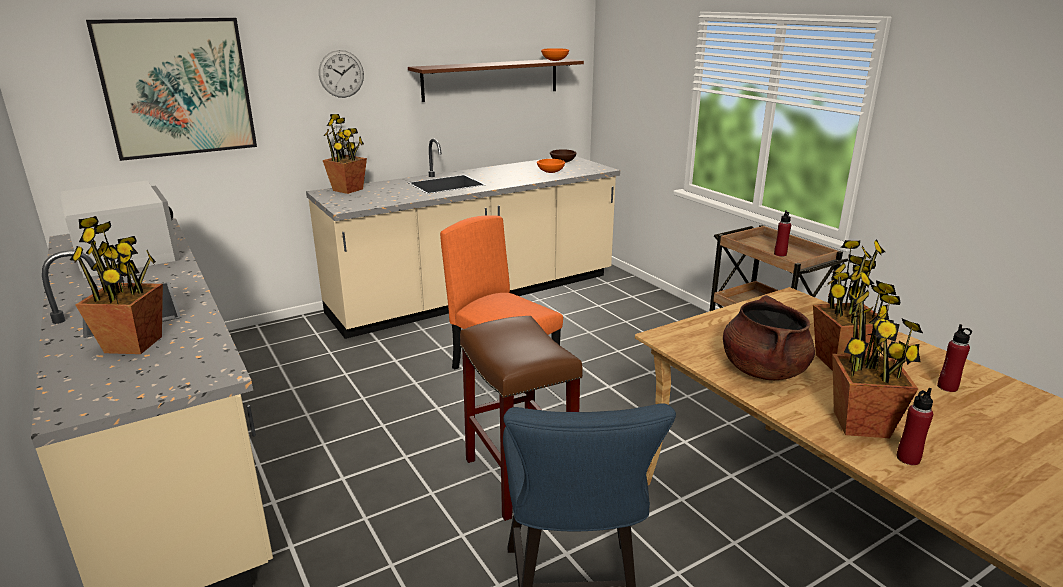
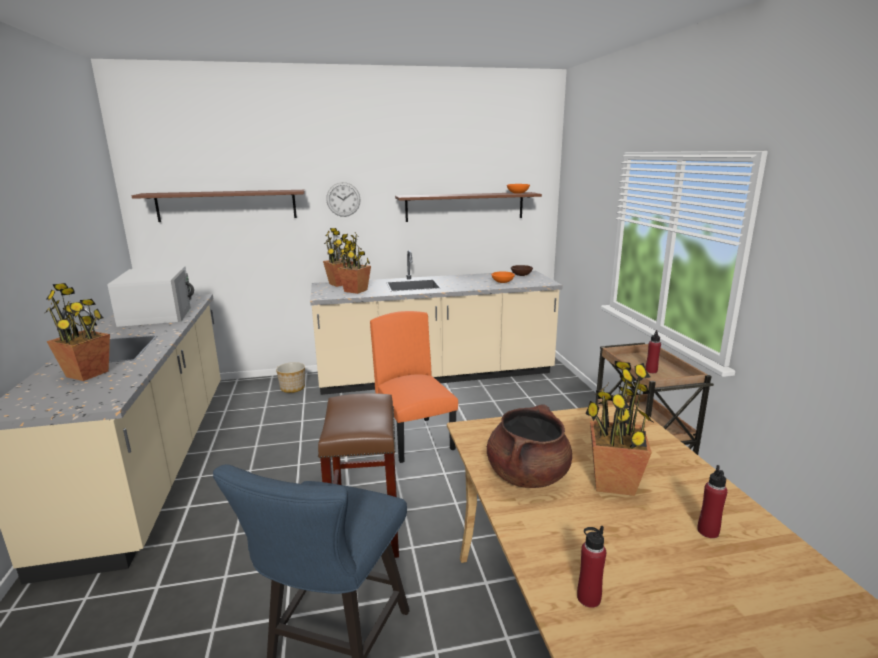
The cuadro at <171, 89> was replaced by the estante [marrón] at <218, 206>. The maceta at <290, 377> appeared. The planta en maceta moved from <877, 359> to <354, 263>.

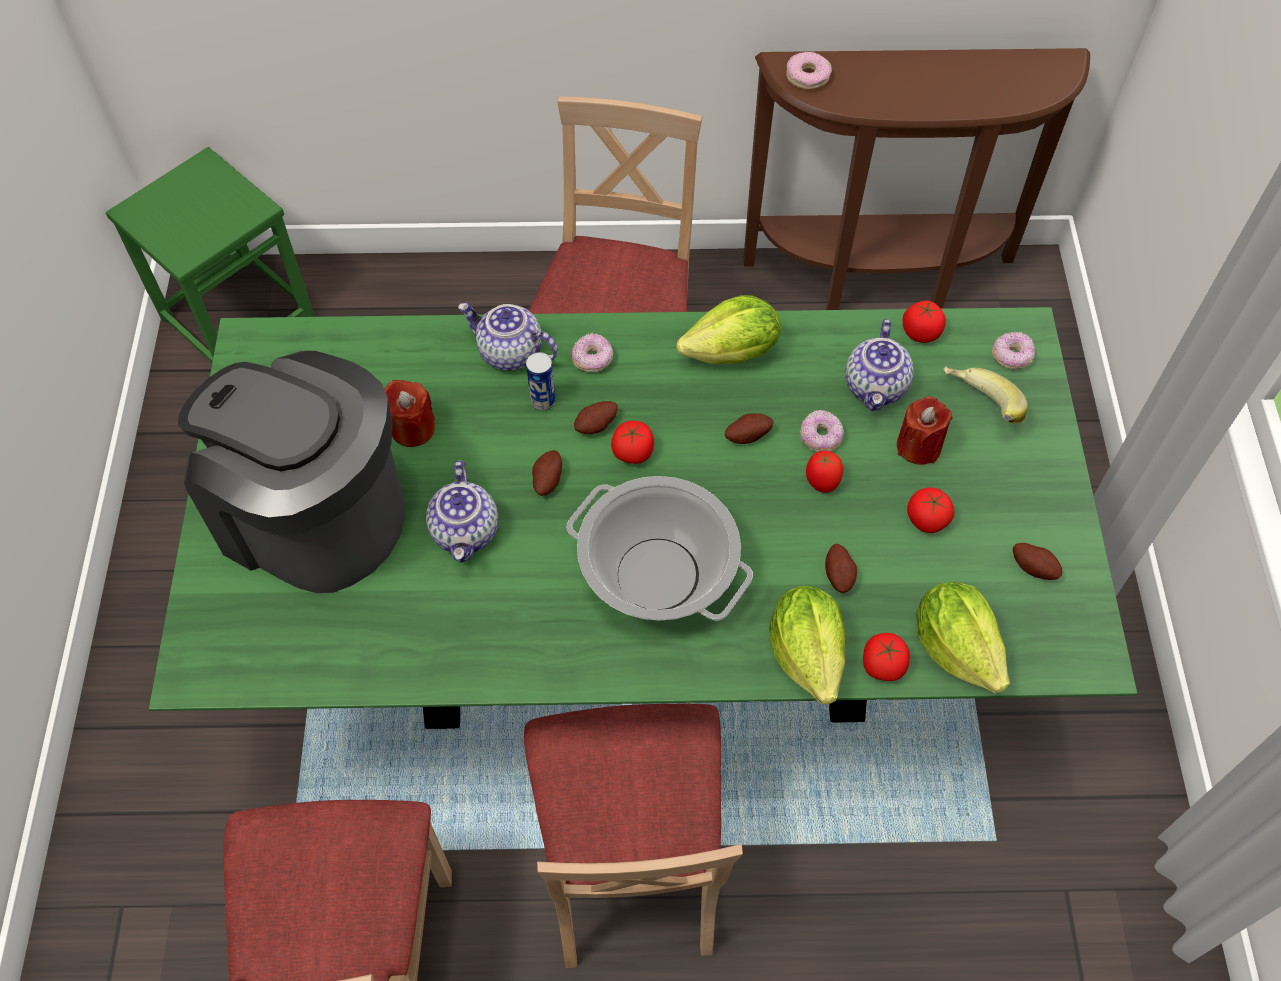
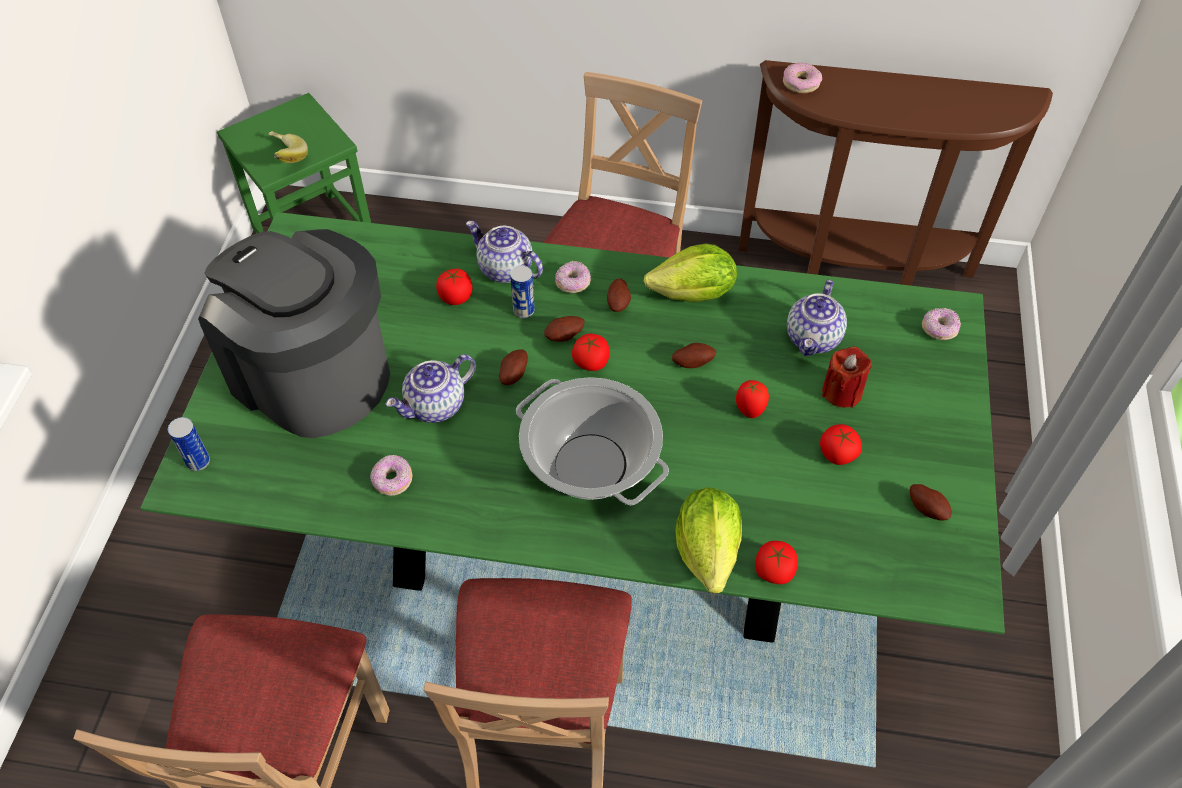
The lata at <189, 444> appeared. The plátano moved from <985, 395> to <288, 147>. The rosquilla moved from <822, 431> to <391, 475>. The tetera at <462, 511> turned 45 degrees clockwise. The tomate moved from <924, 322> to <454, 287>. The patata moved from <841, 568> to <619, 295>. The vela [rojo] at <409, 413> disappeared. The lechuga at <963, 637> disappeared.

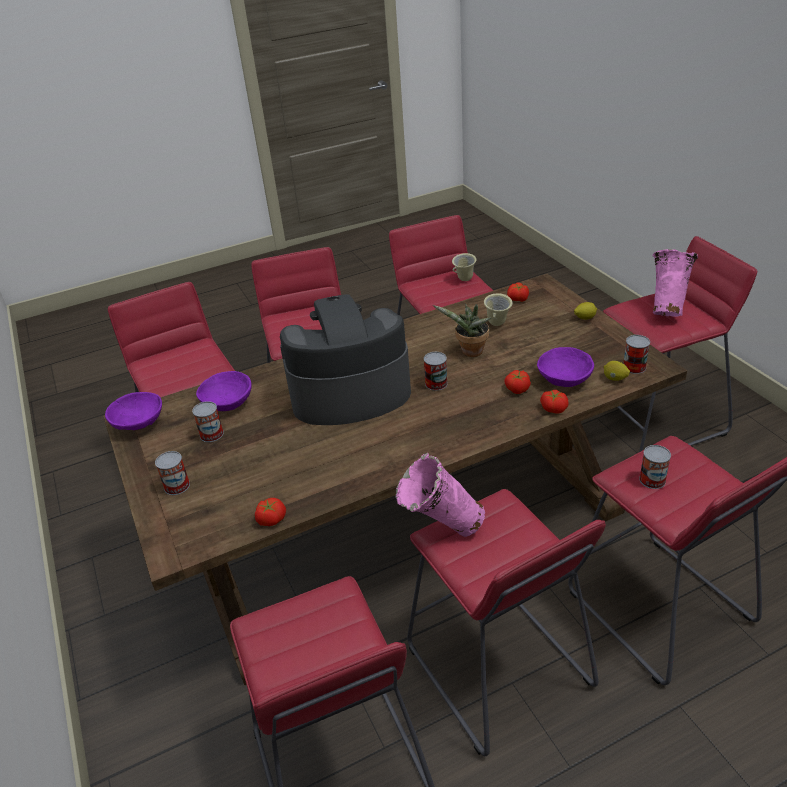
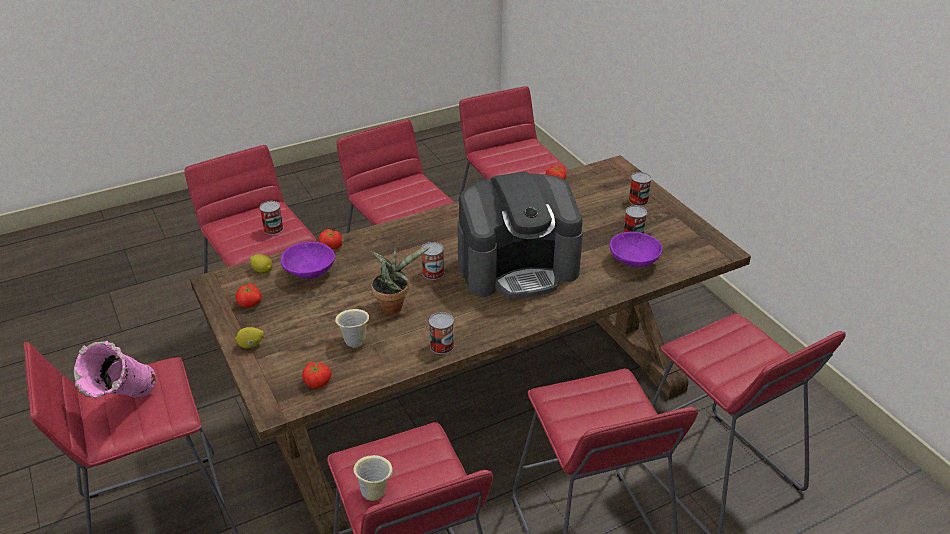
The tomate moved from <517, 382> to <248, 295>. The lata moved from <636, 354> to <441, 333>. The cuenco [morado] at <133, 411> disappeared. The florero [rosa] at <440, 495> disappeared.

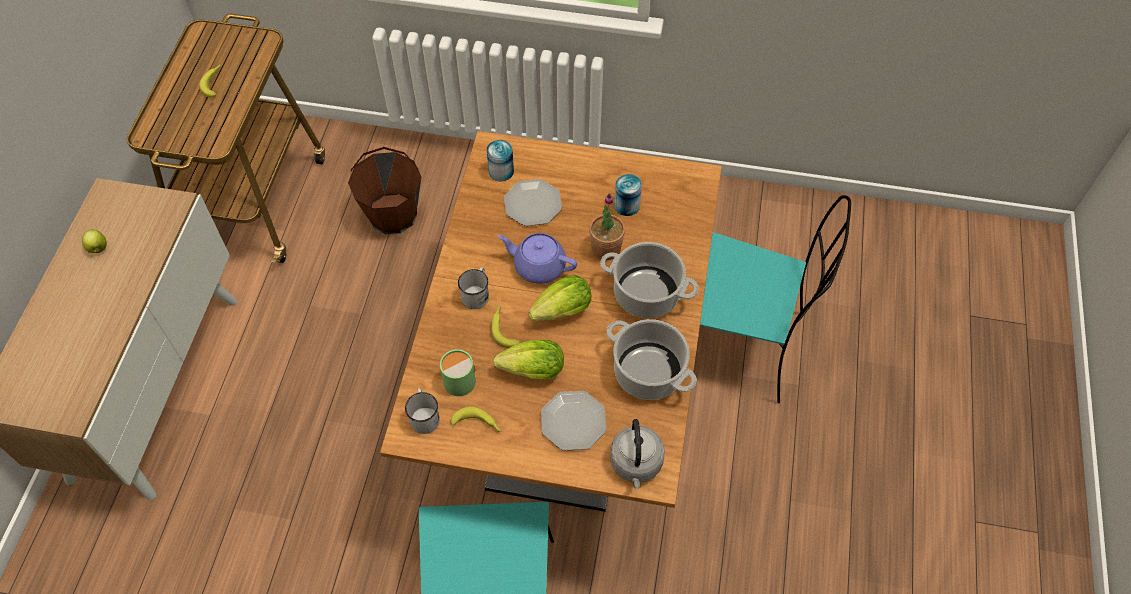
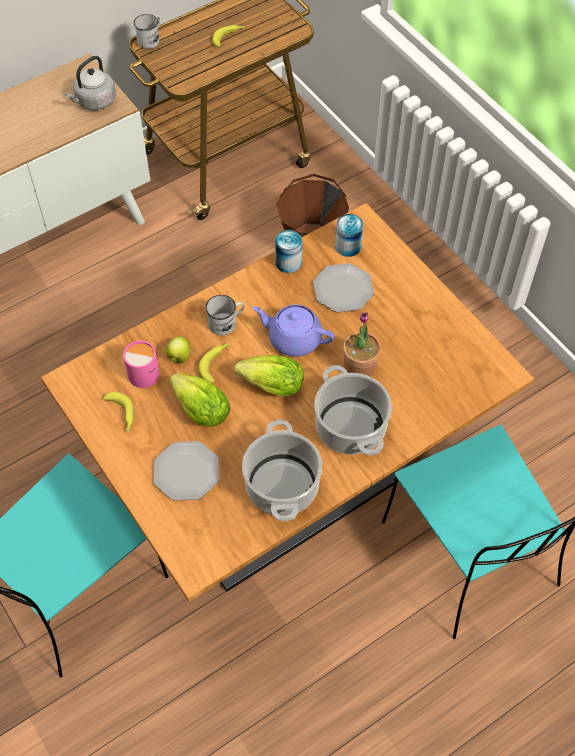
The hervidor [gris] moved from <637, 454> to <90, 83>. The taza grande [verde] at <458, 372> became the taza grande [rosa] at <141, 364>. The taza grande [blanco] moved from <422, 411> to <147, 31>. The manzana moved from <94, 241> to <178, 349>. The tetera [morado] at <537, 258> turned 45 degrees counterclockwise. The lata moved from <628, 195> to <288, 251>.

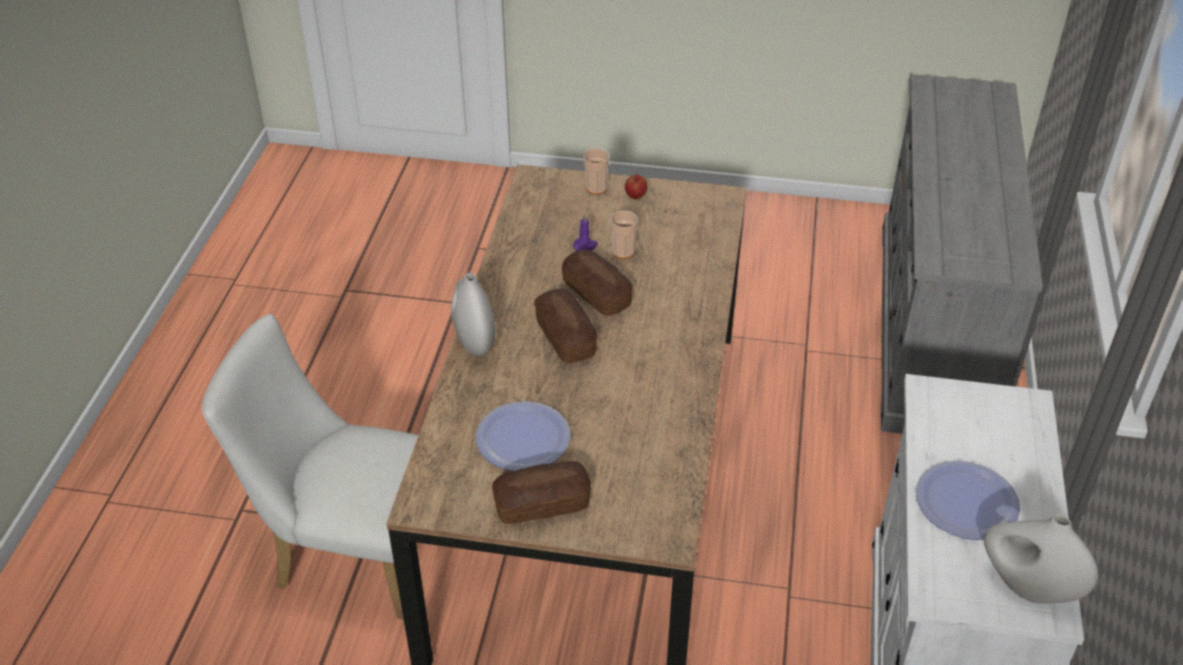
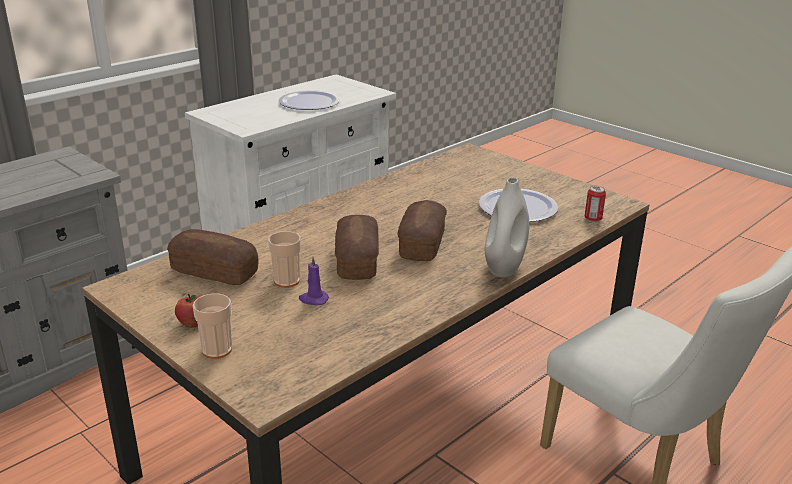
The pan moved from <541, 492> to <213, 257>. The lata at <595, 204> appeared. The florero [blanco] at <1041, 559> disappeared.

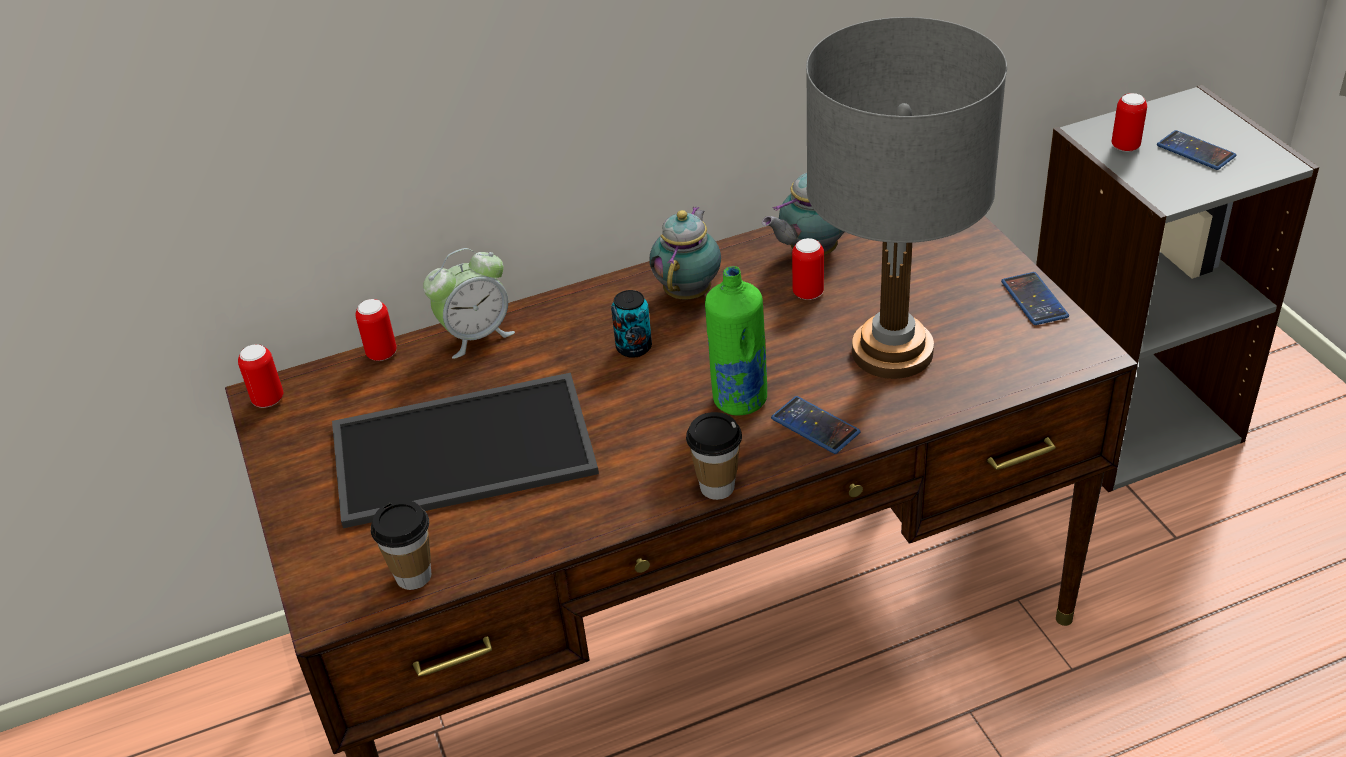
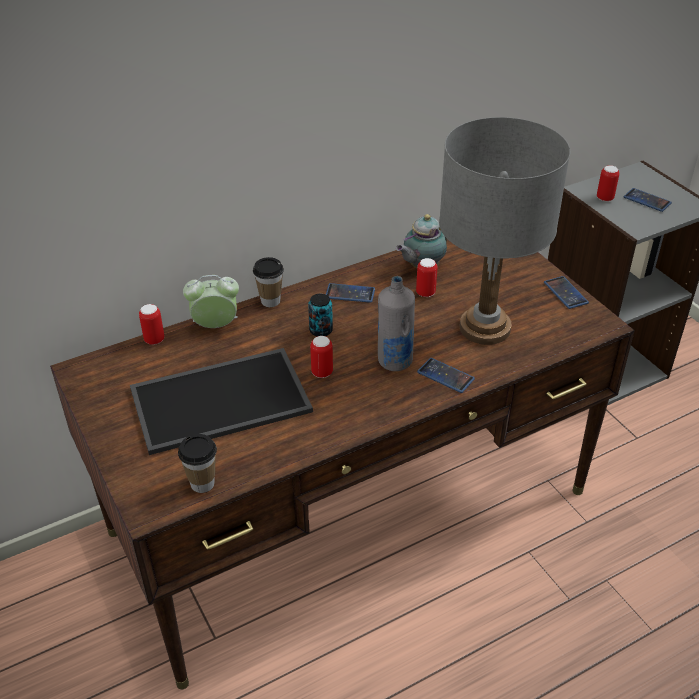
The despertador at <469, 303> turned 150 degrees counterclockwise. The taza moved from <714, 456> to <268, 282>. The lata moved from <260, 376> to <321, 357>. The tetera at <685, 253> was replaced by the móvil at <350, 293>. The botella [verde] at <736, 340> became the botella [gris] at <396, 323>.

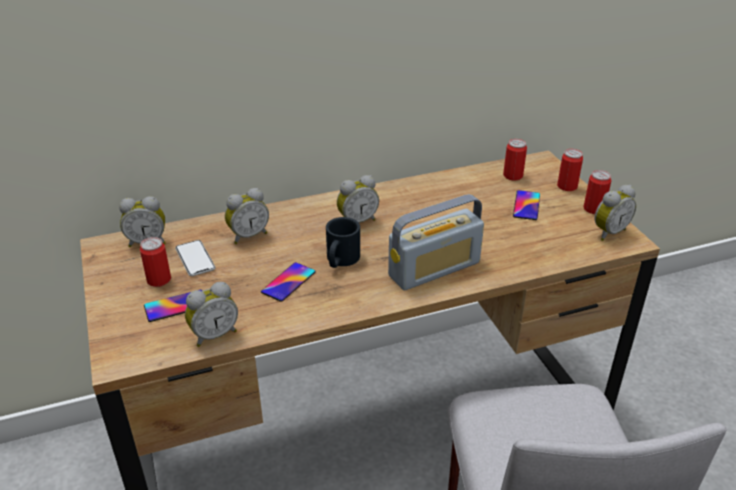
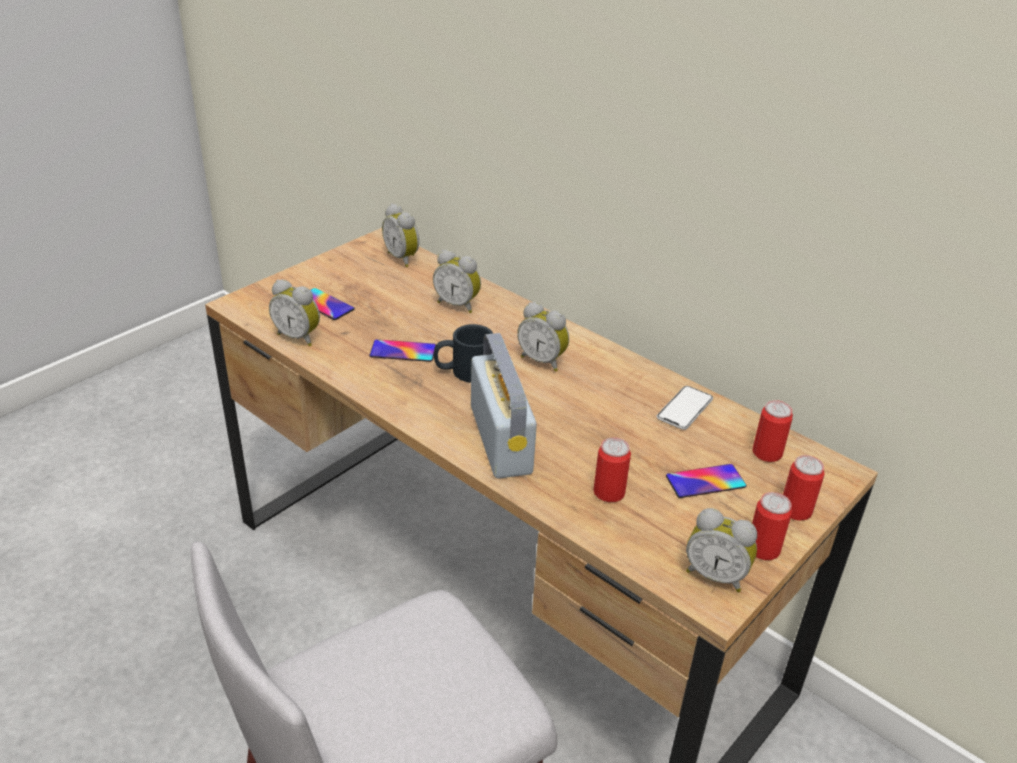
The radio at <436, 242> turned 135 degrees counterclockwise. The lata moved from <155, 262> to <612, 469>. The móvil moved from <195, 258> to <684, 408>.

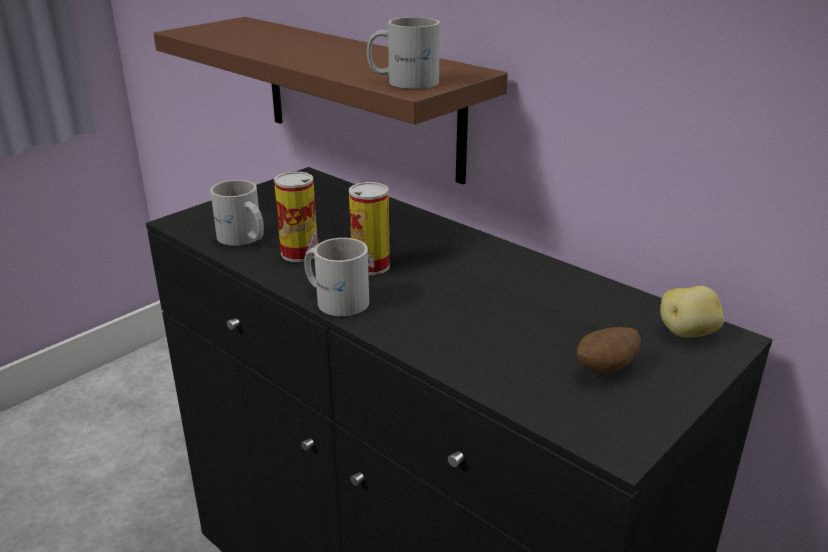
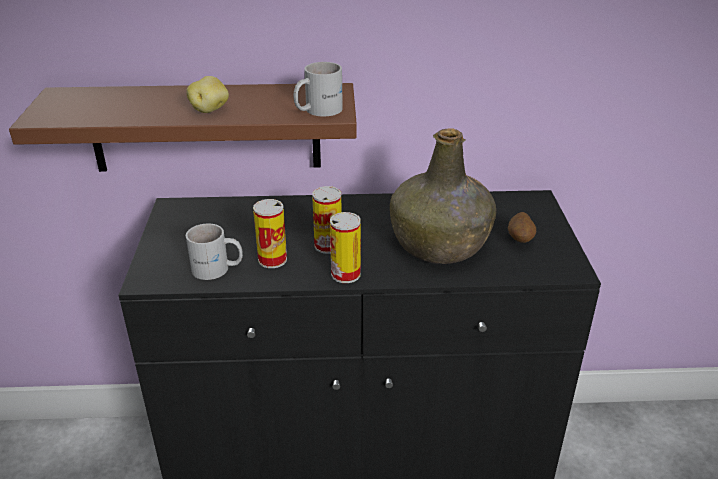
The patata moved from <692, 312> to <207, 94>. The taza grande [blanco] at <336, 277> was replaced by the lata at <345, 247>. The botella [verde] at <443, 196> appeared.

